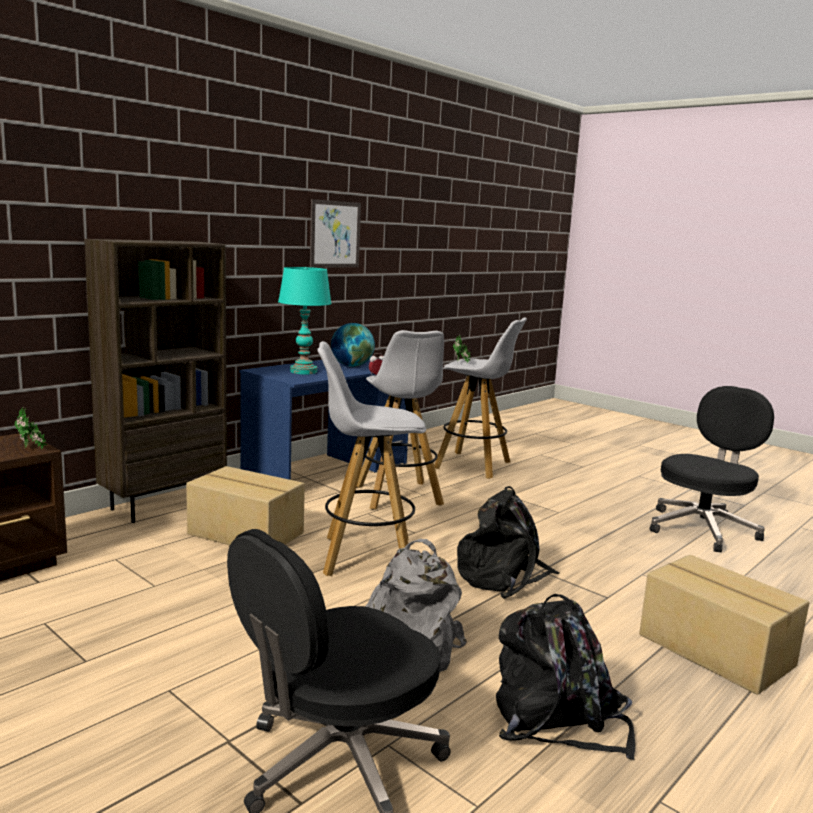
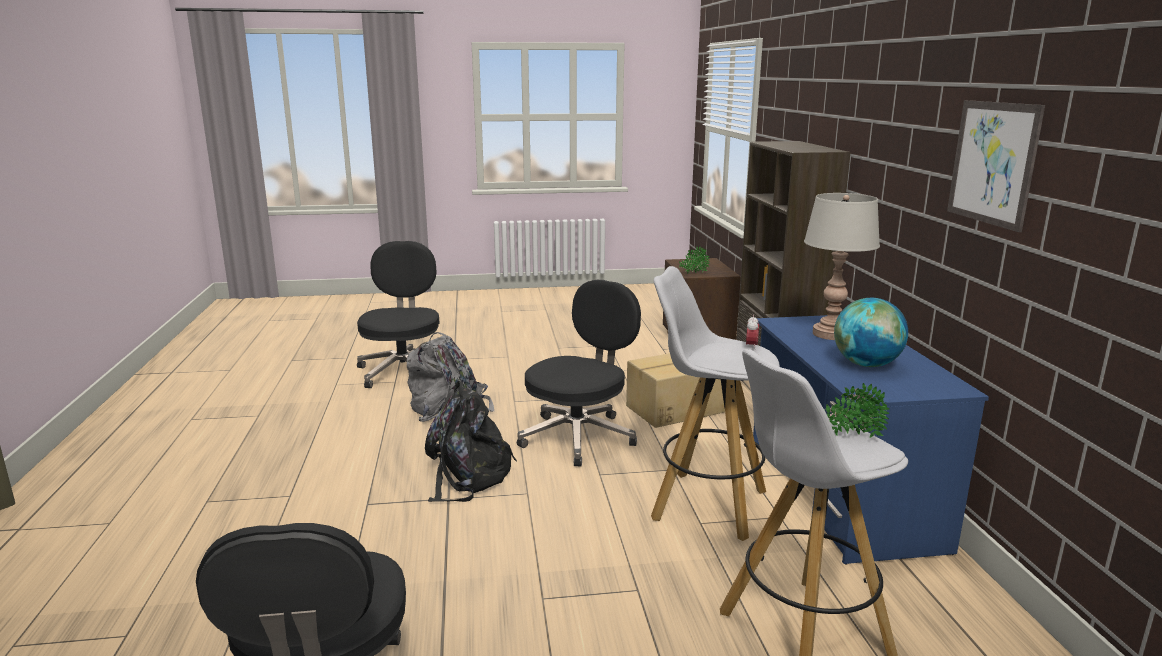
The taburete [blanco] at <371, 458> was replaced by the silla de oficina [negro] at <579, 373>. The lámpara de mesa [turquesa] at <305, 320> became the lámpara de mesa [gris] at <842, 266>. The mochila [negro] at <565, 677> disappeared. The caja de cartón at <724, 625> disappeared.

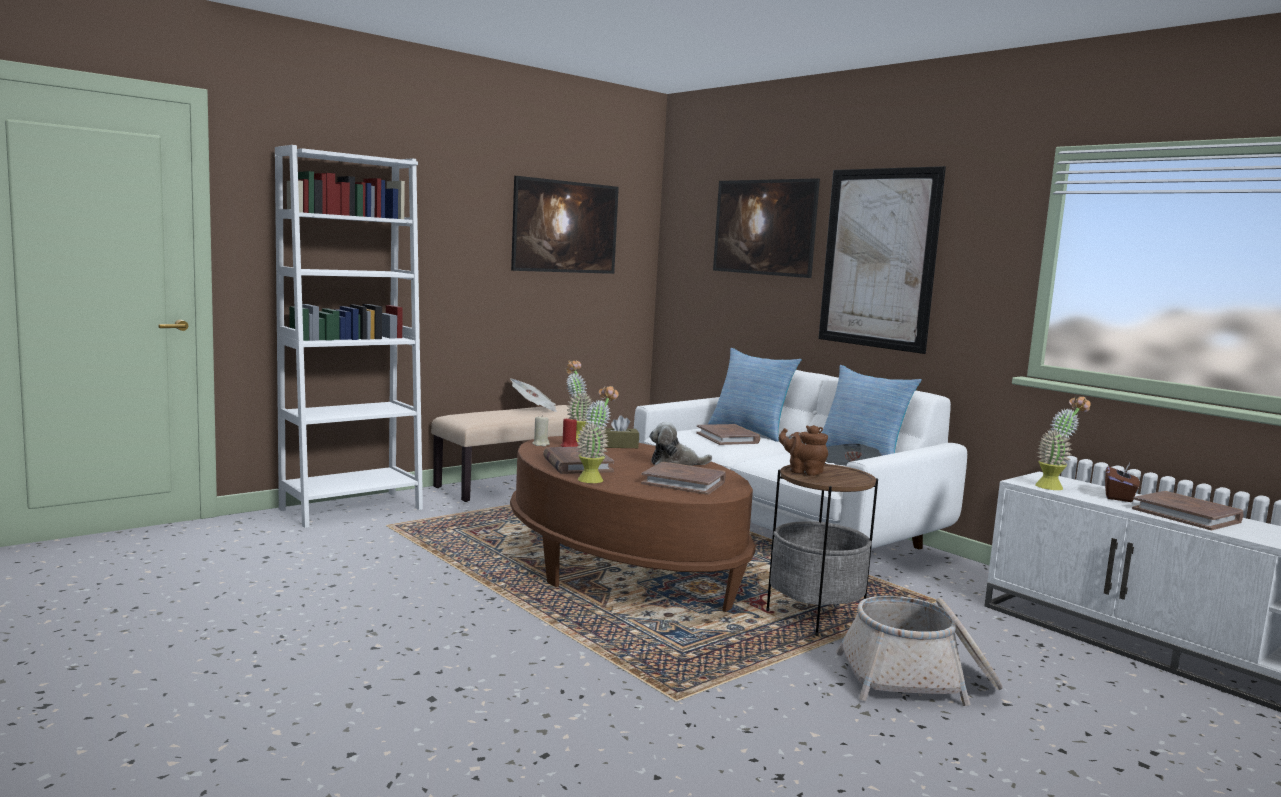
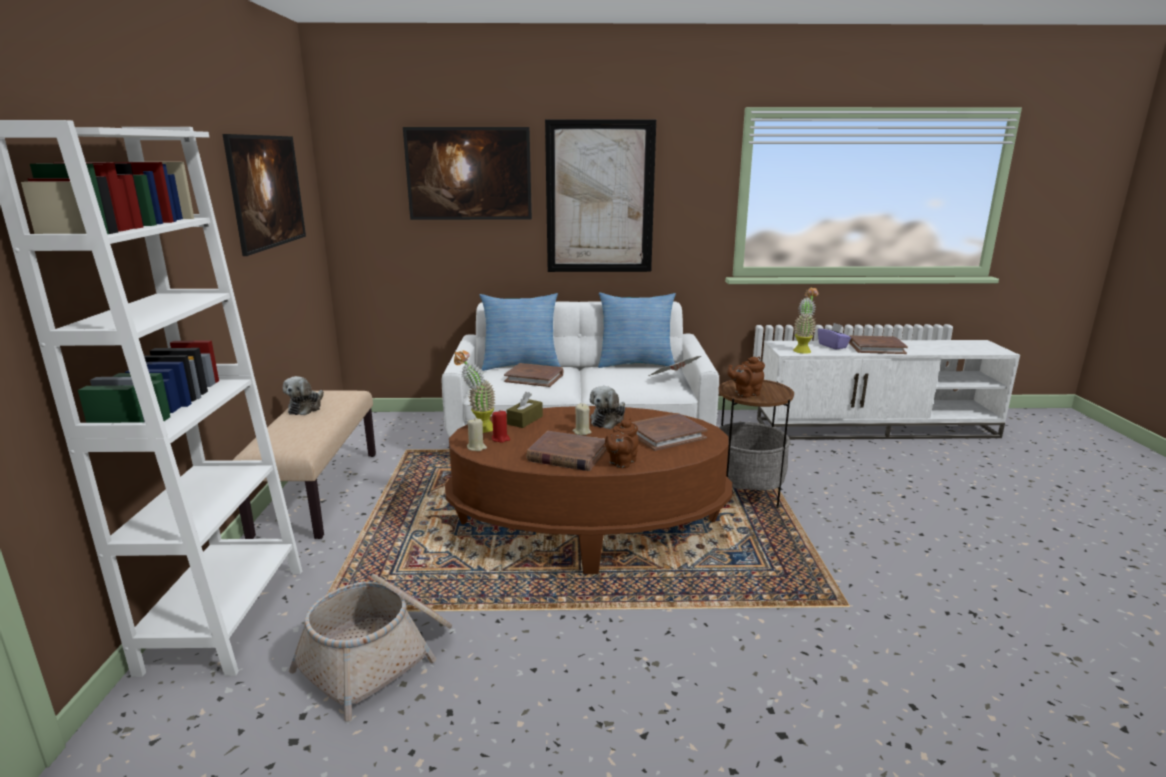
The periódico at <533, 395> was replaced by the peluche at <303, 395>. The cesta moved from <919, 651> to <370, 647>. The vela [beis] at <582, 419> appeared. The planta en maceta at <598, 434> was replaced by the tetera [marrón] at <622, 443>. The caja de pañuelos [marrón] at <1122, 482> became the caja de pañuelos [morado] at <834, 336>.

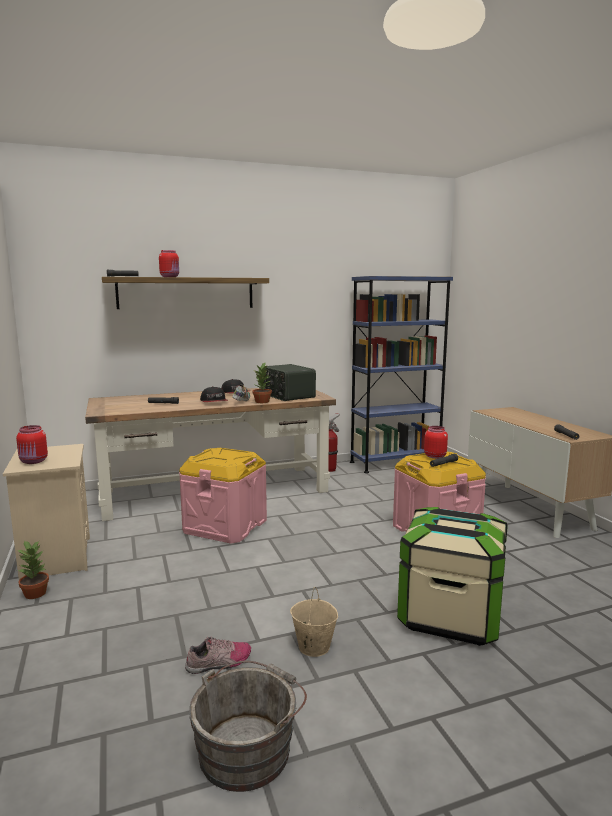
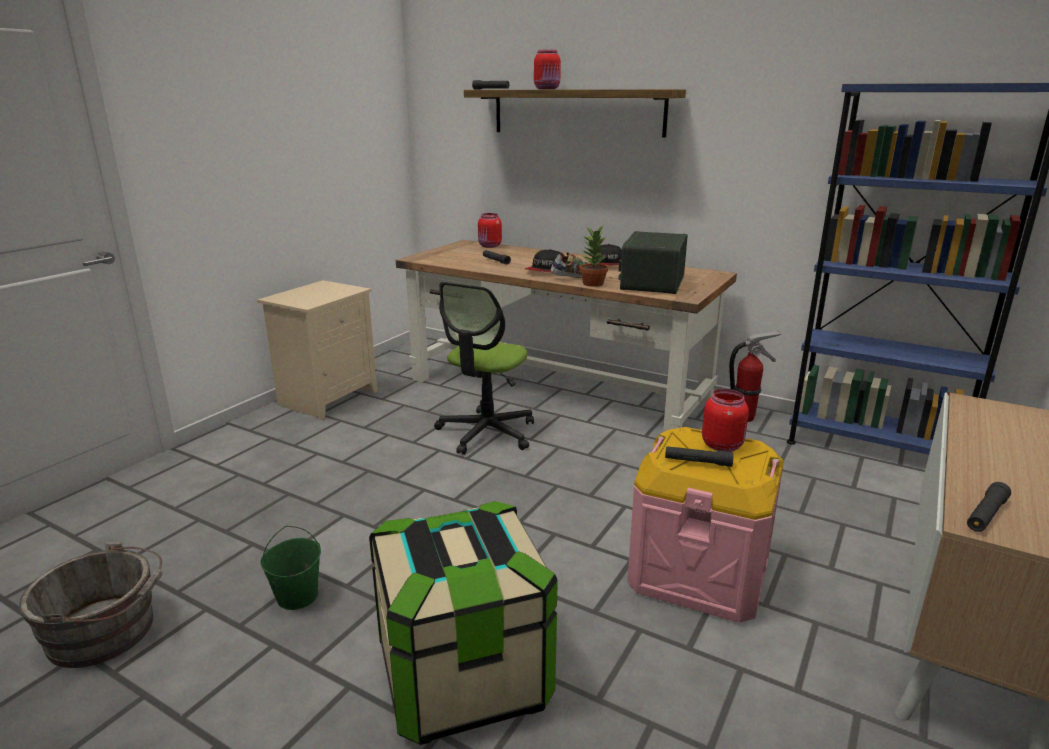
The cubo [beis] at <314, 622> became the cubo [verde] at <290, 568>. The caja de almacenaje [rosa] at <223, 496> was replaced by the silla de oficina at <484, 368>. The tarro [rojo] moved from <32, 444> to <490, 230>. The planta en maceta at <33, 569> disappeared. The zapato at <218, 655> disappeared.

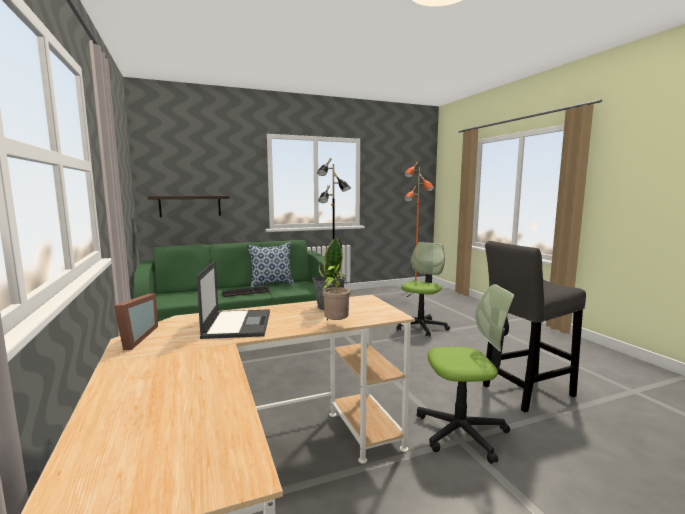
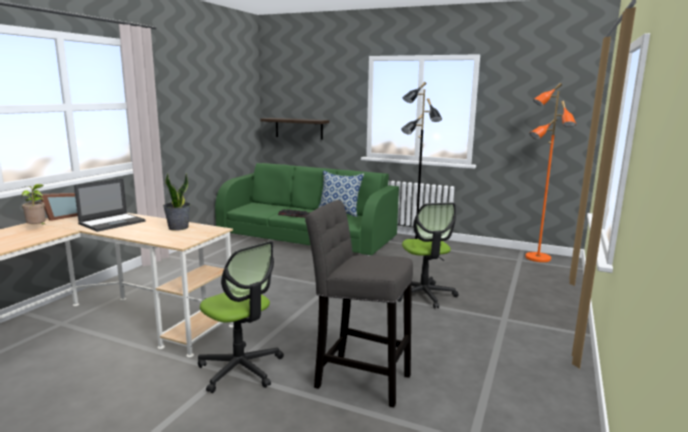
The planta en maceta moved from <336, 291> to <33, 204>. The silla de oficina at <423, 289> turned 90 degrees clockwise.

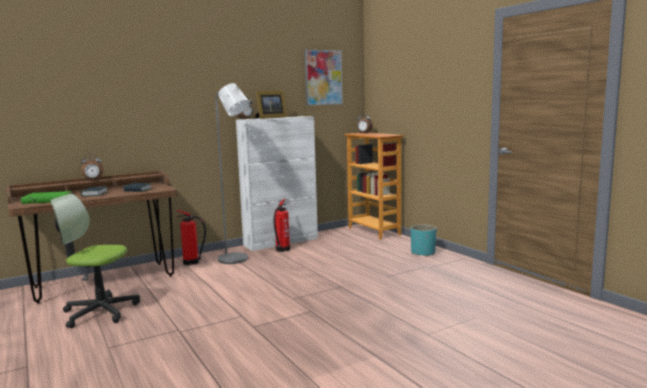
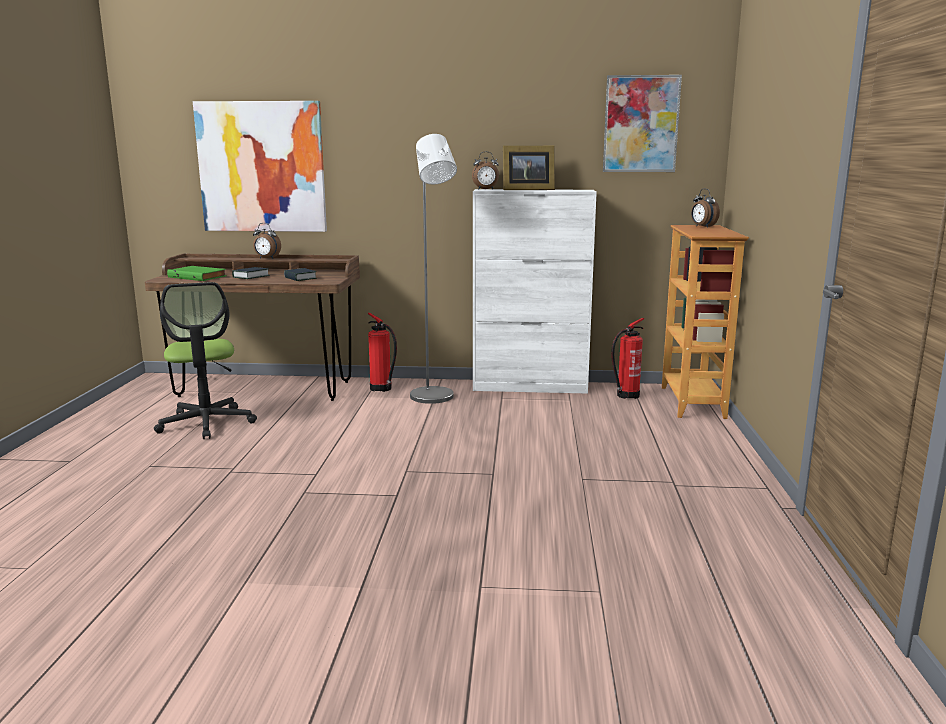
The silla de oficina at <95, 261> turned 150 degrees counterclockwise. The cuadro at <260, 166> appeared. The extintor moved from <281, 225> to <627, 358>. The maceta [turquesa] at <423, 240> disappeared.

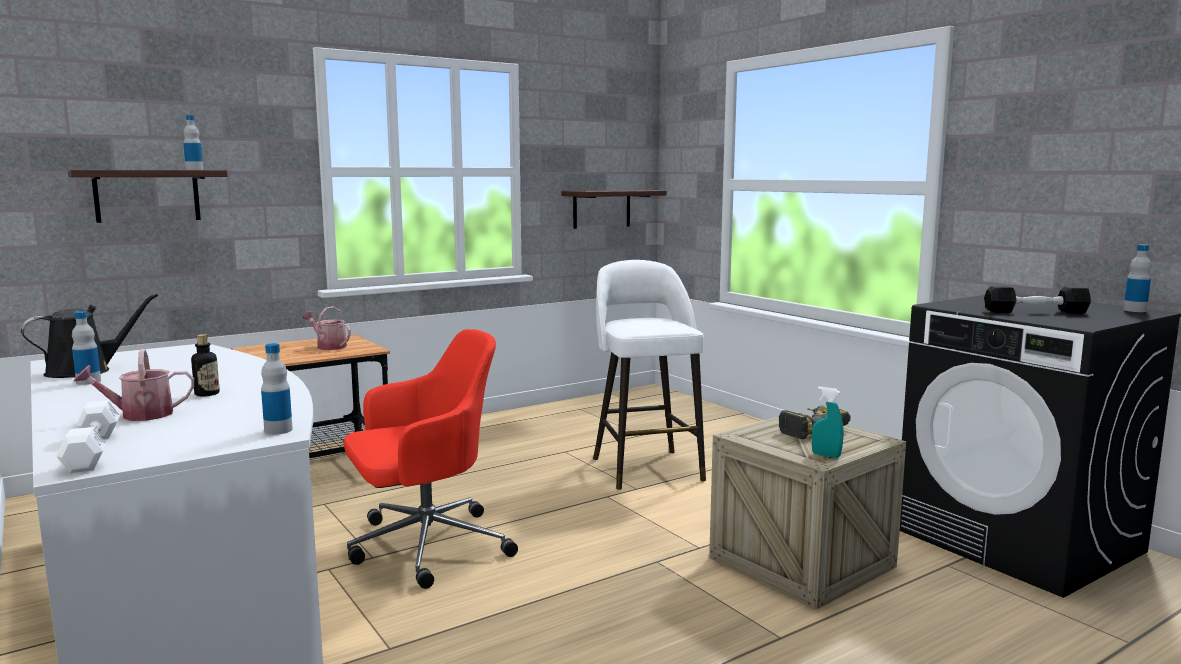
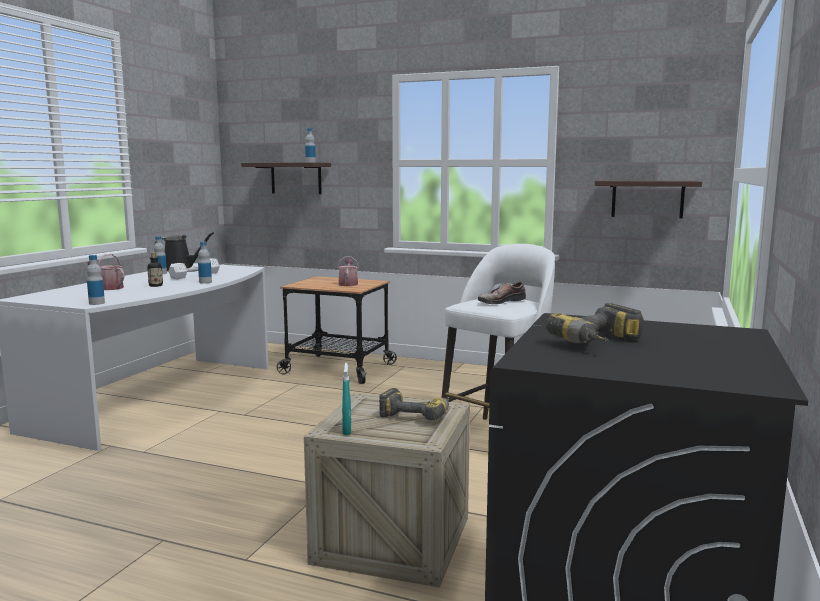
The mancuerna [blanco] moved from <88, 436> to <194, 268>. The botella moved from <1137, 278> to <205, 263>. The zapato at <502, 293> appeared. The mancuerna [negro] at <1037, 300> was replaced by the taladro at <594, 323>. The silla de oficina [rojo] at <431, 459> disappeared.

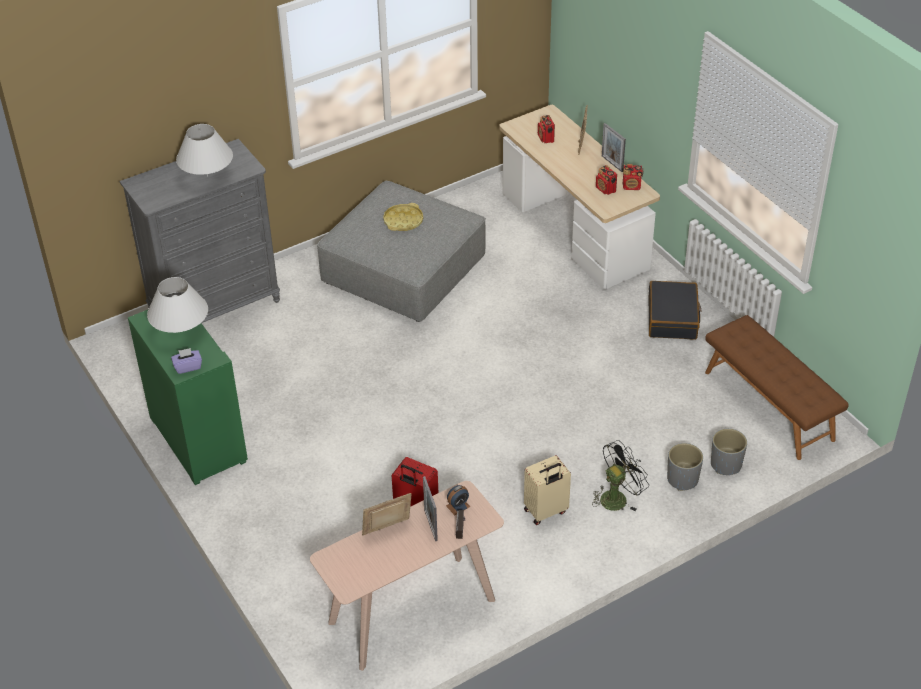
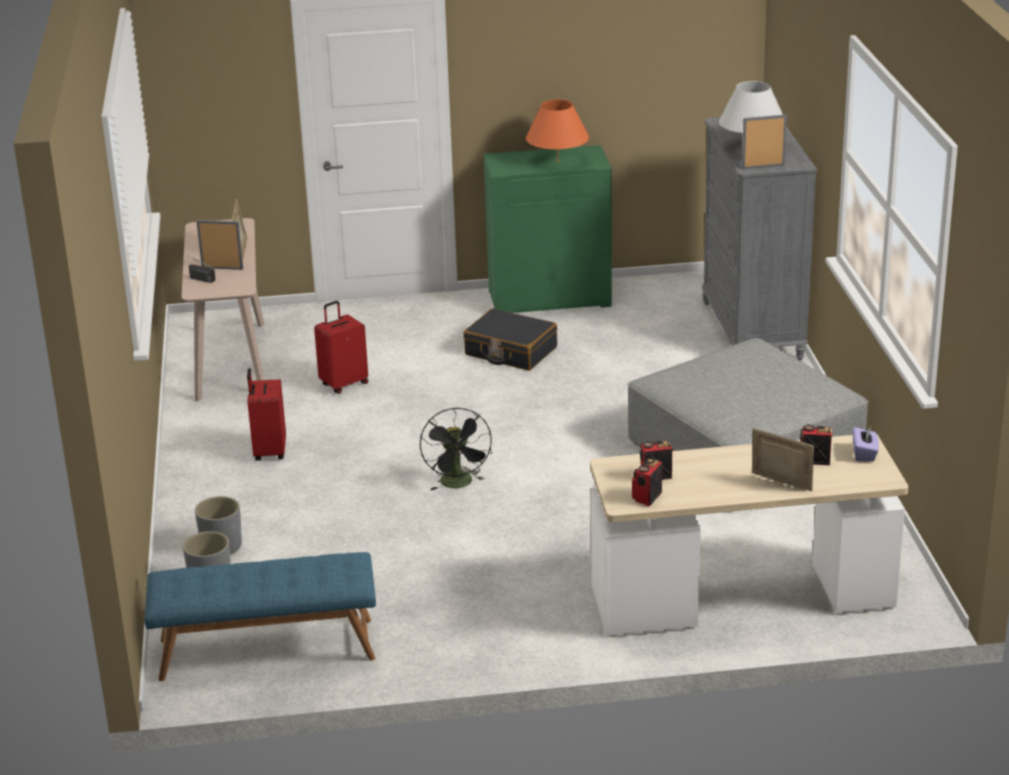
The banco [marrón] at <777, 387> became the banco [azul] at <260, 616>. The maleta [beis] at <547, 490> became the maleta [rojo] at <266, 414>. The ventilador [negro] moved from <620, 475> to <456, 449>. The maleta [negro] moved from <675, 310> to <510, 339>. The lámpara de mesa [blanco] at <177, 305> became the lámpara de mesa [naranja] at <557, 131>. The portarretratos moved from <614, 147> to <764, 142>. The caja de pañuelos [morado] moved from <186, 361> to <866, 443>. The bandeja [amarillo] at <403, 217> disappeared. The despertador at <458, 500> disappeared.

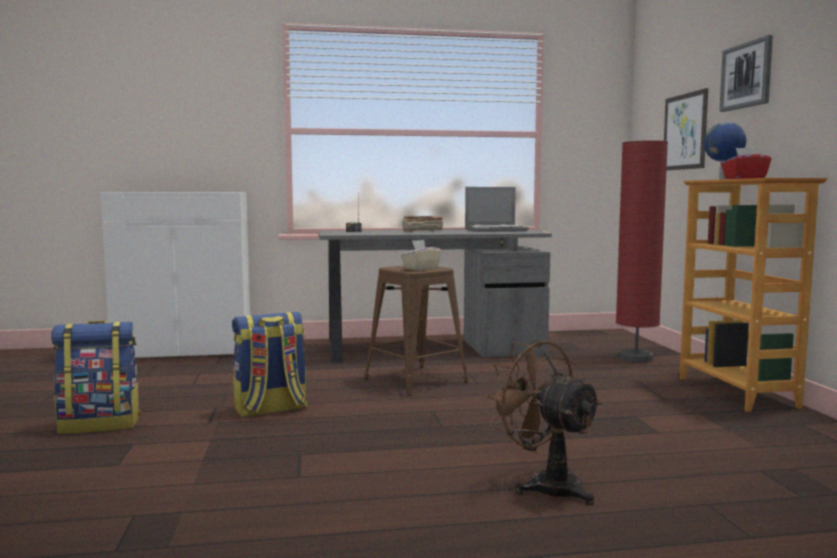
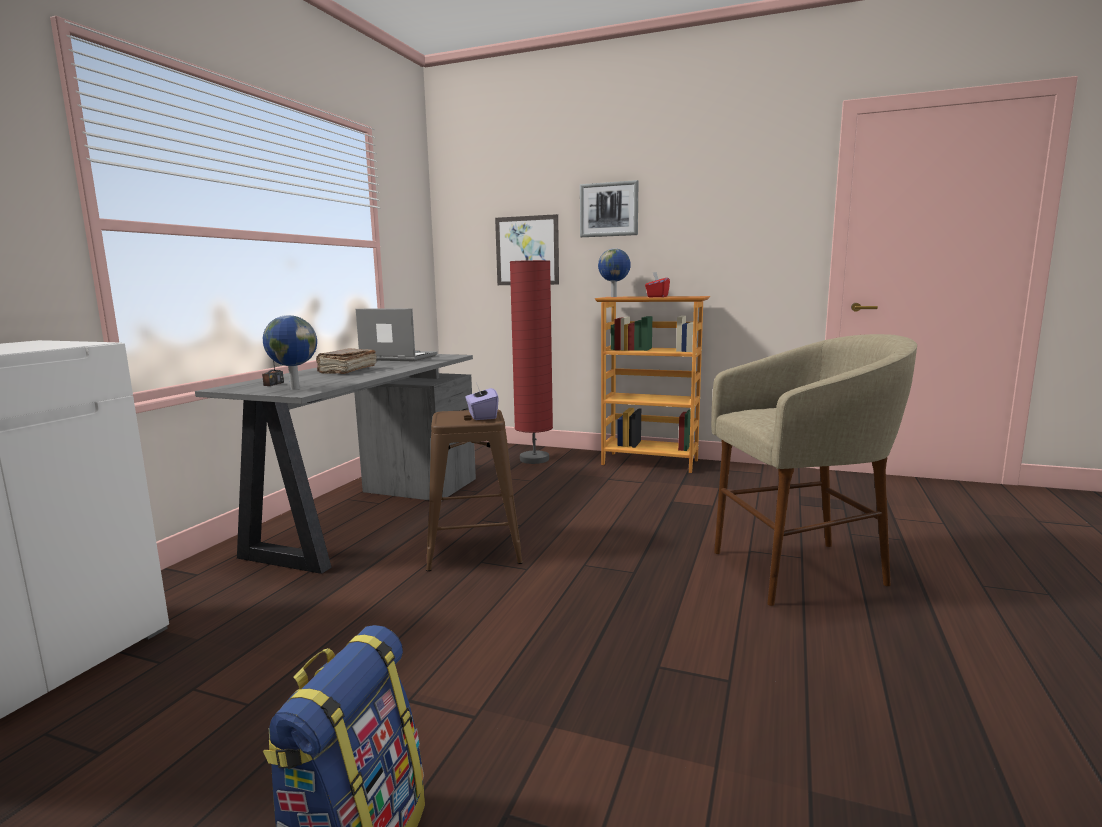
The globo terráqueo at <290, 352> appeared. The portátil at <497, 209> turned 90 degrees counterclockwise. The caja de pañuelos [beis] at <420, 255> became the caja de pañuelos [morado] at <482, 401>. The ventilador [marrón] at <544, 422> was replaced by the taburete [beis] at <814, 470>. The mochila at <270, 364> disappeared.

